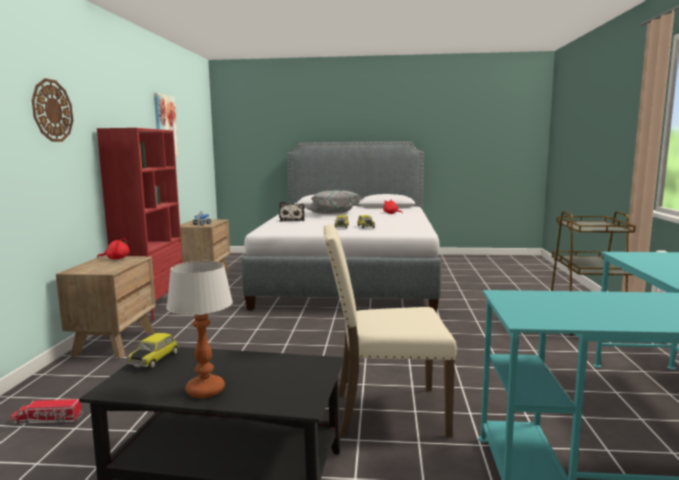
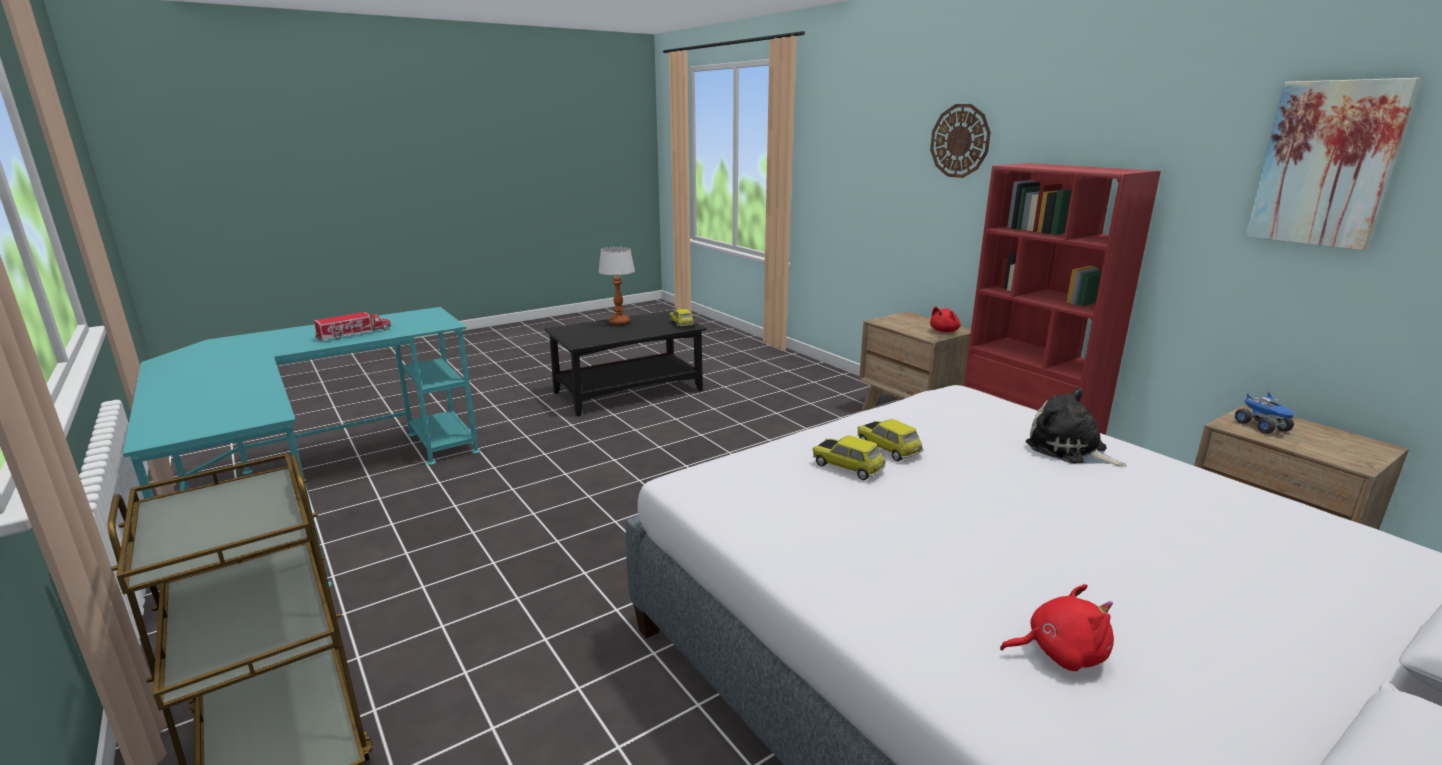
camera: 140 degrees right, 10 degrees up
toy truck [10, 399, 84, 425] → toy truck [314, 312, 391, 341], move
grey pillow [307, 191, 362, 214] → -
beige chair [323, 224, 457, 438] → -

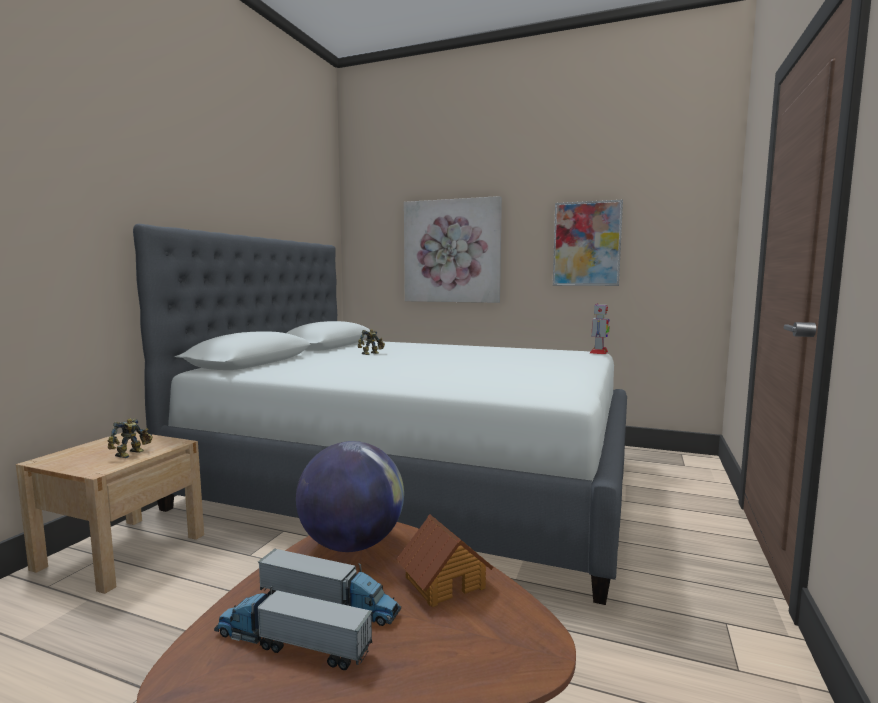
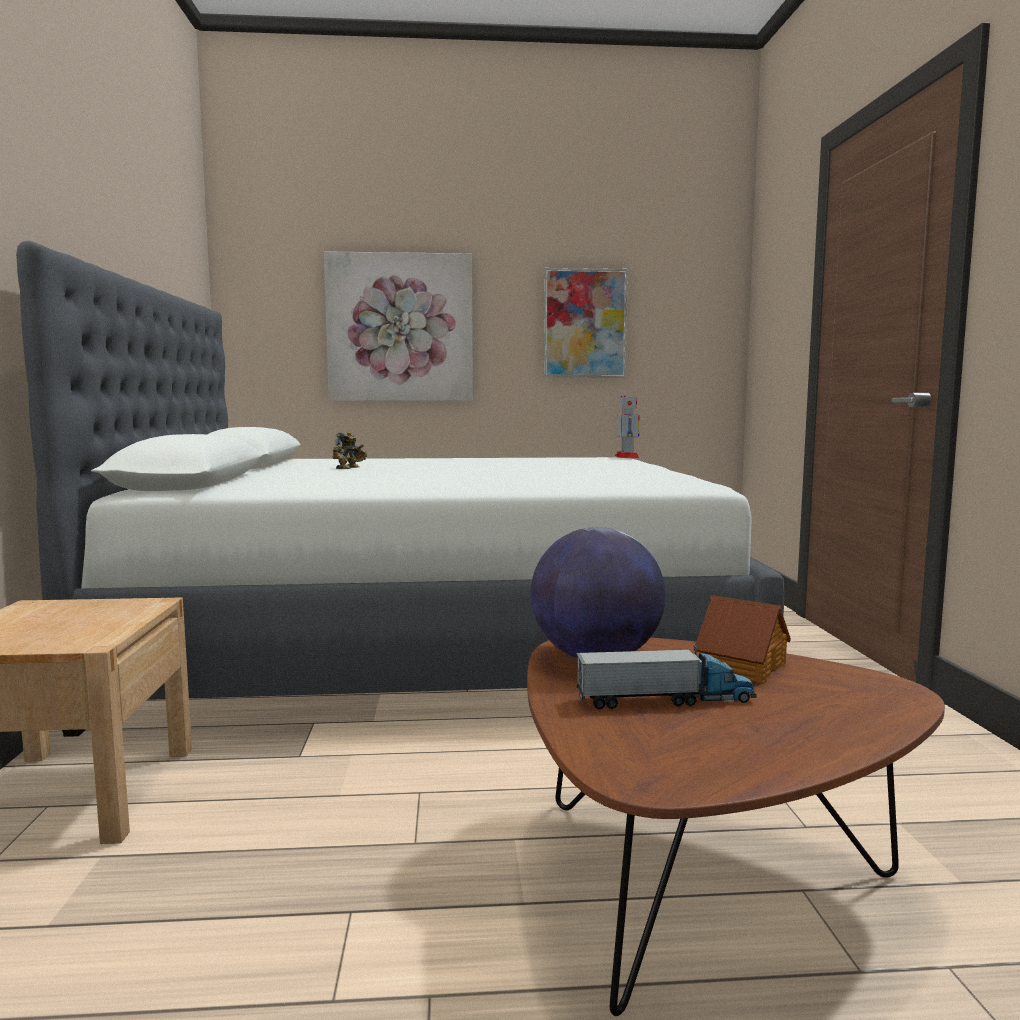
camera: 25 degrees left, 0 degrees up
toy robot [108, 418, 153, 458] → -
toy truck [214, 586, 372, 670] → -

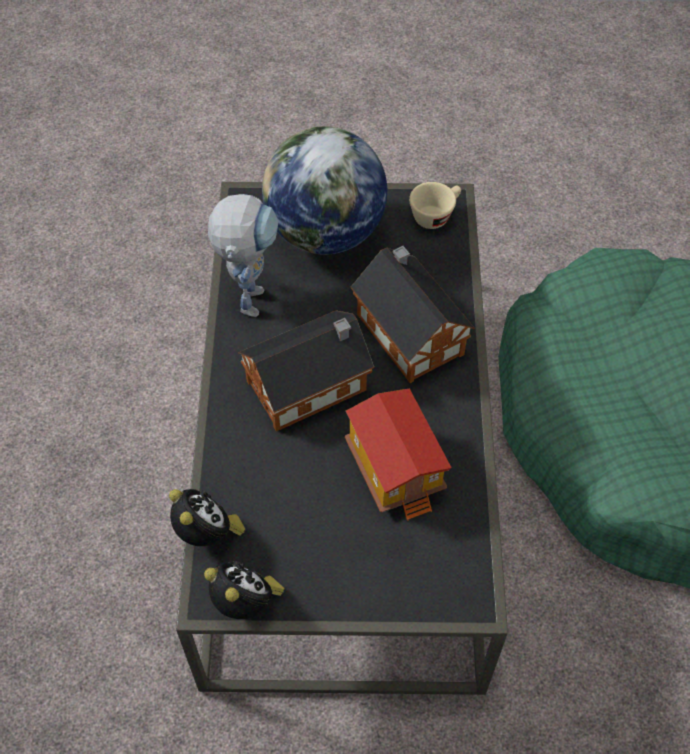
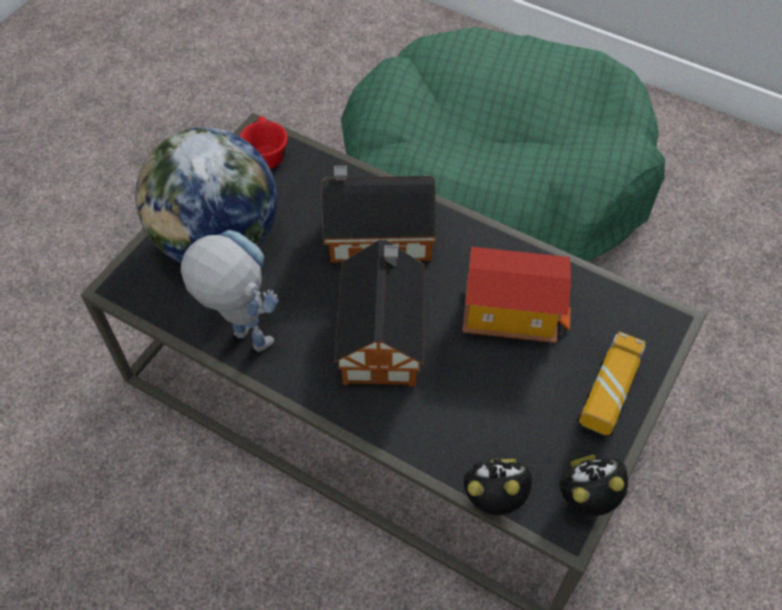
camera: 60 degrees left, 0 degrees up
beige cup [409, 182, 461, 229] → red cup [240, 116, 288, 169]
- → toy truck [577, 331, 646, 436]

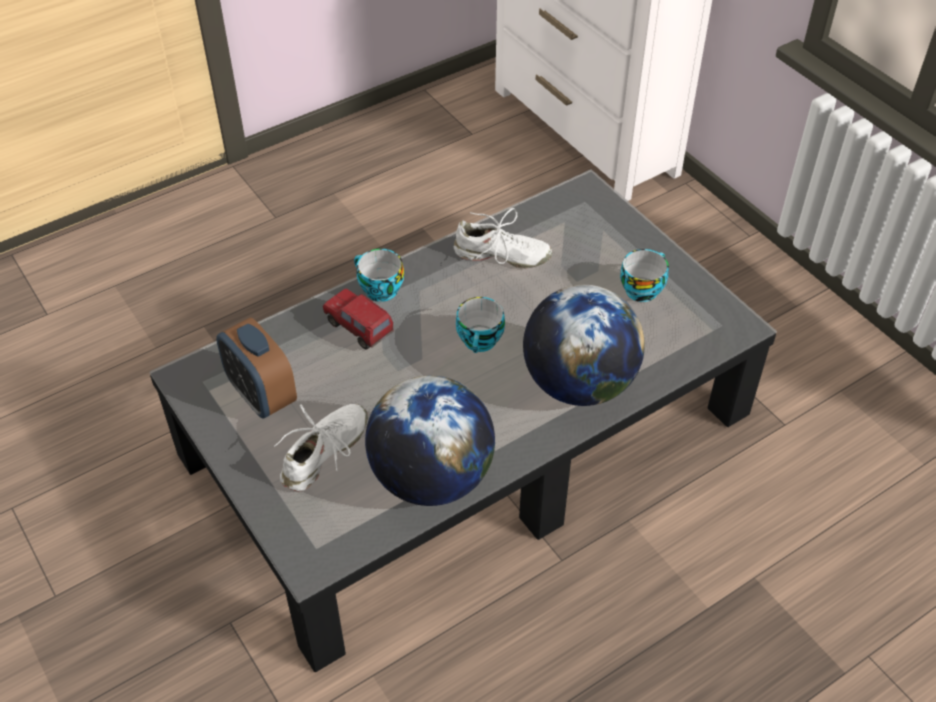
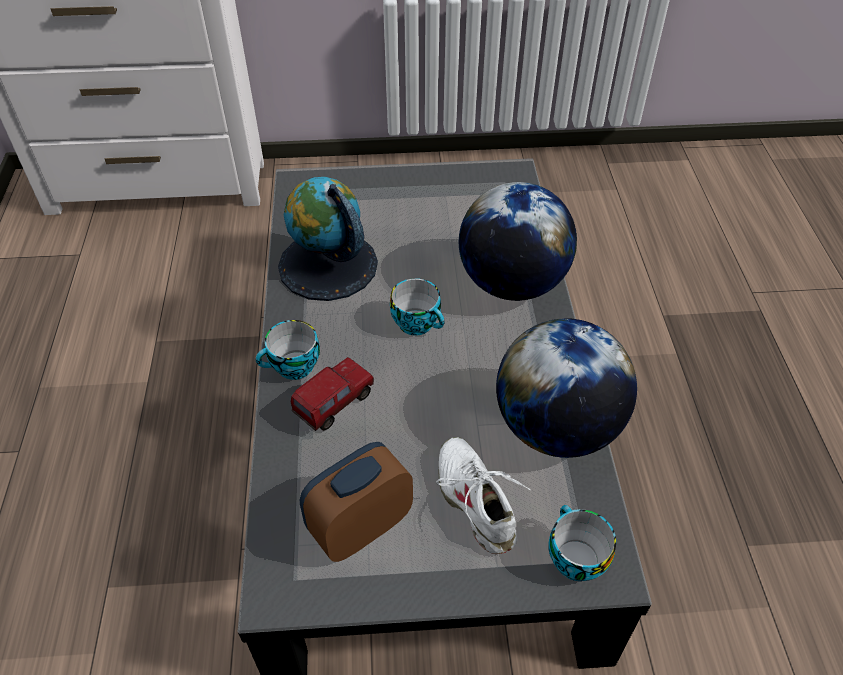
camera: 60 degrees left, 0 degrees up
white shoe [453, 208, 552, 268] → globe [278, 177, 378, 301]
toy truck [323, 288, 394, 350] → toy truck [291, 357, 374, 431], 150 degrees clockwise
alarm clock [216, 317, 297, 419] → alarm clock [300, 442, 413, 562], 150 degrees clockwise
cup [620, 249, 669, 302] → cup [548, 505, 616, 581], move

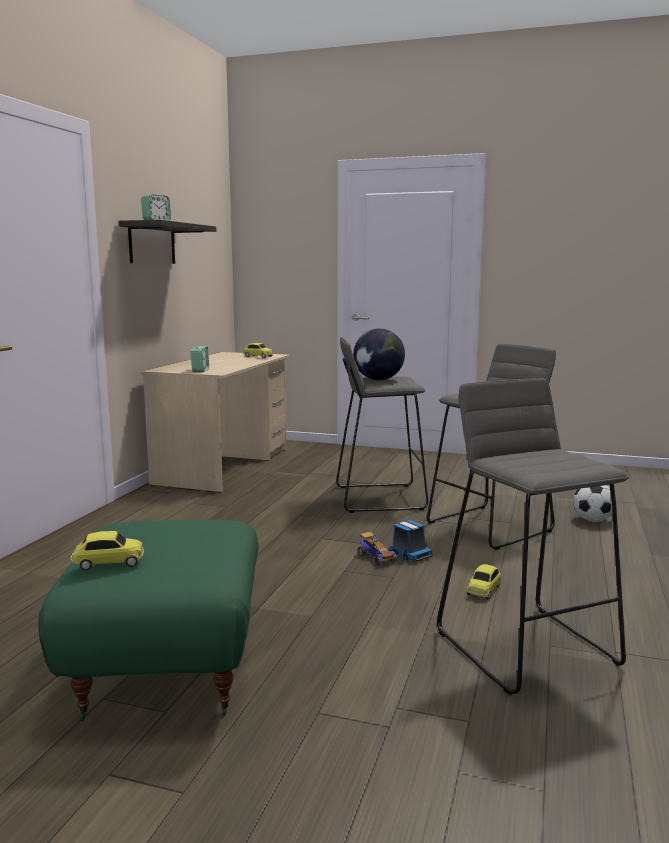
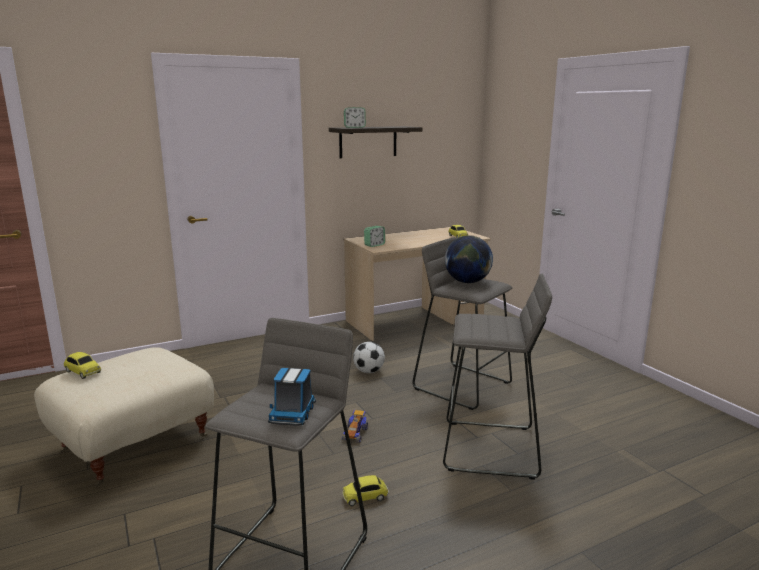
camera: 45 degrees right, 5 degrees up
green ottoman [38, 520, 258, 721] → beige ottoman [34, 347, 214, 487]
toy truck [388, 520, 433, 562] → toy truck [268, 368, 316, 426], move
football [573, 485, 613, 522] → football [353, 342, 385, 373], move

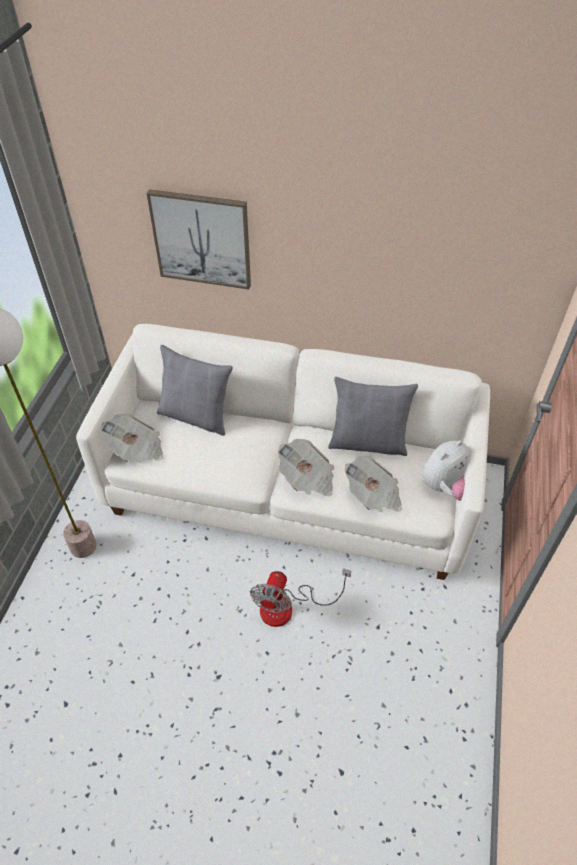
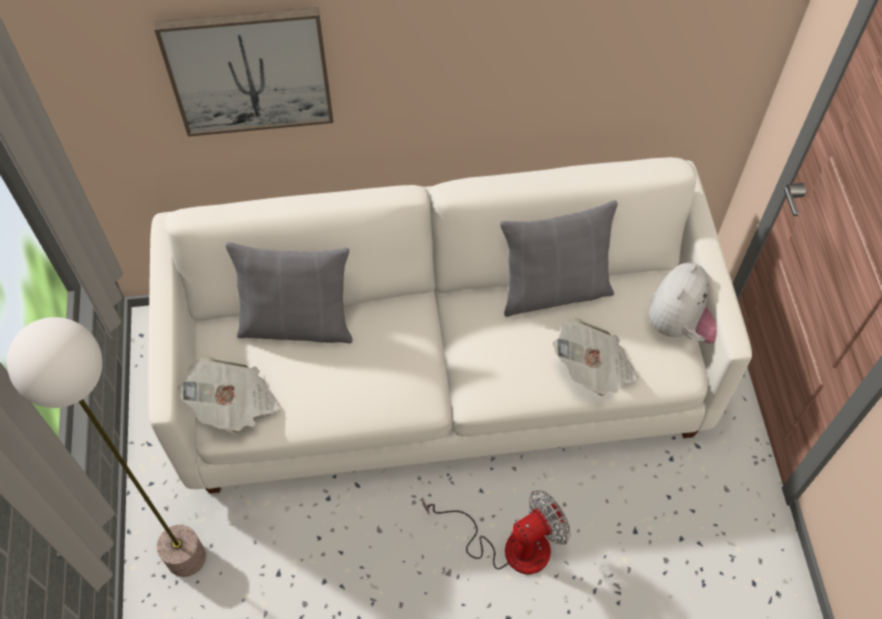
camera: 20 degrees left, 10 degrees up
fan [250, 569, 351, 627] → fan [422, 490, 570, 574], 120 degrees counterclockwise
newspaper [278, 439, 334, 497] → -

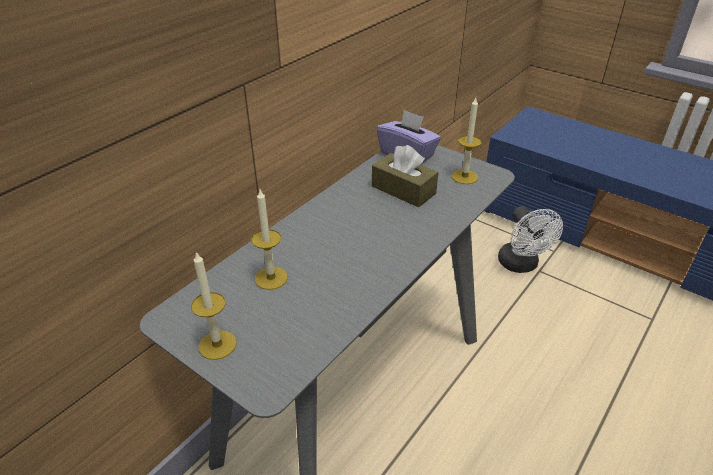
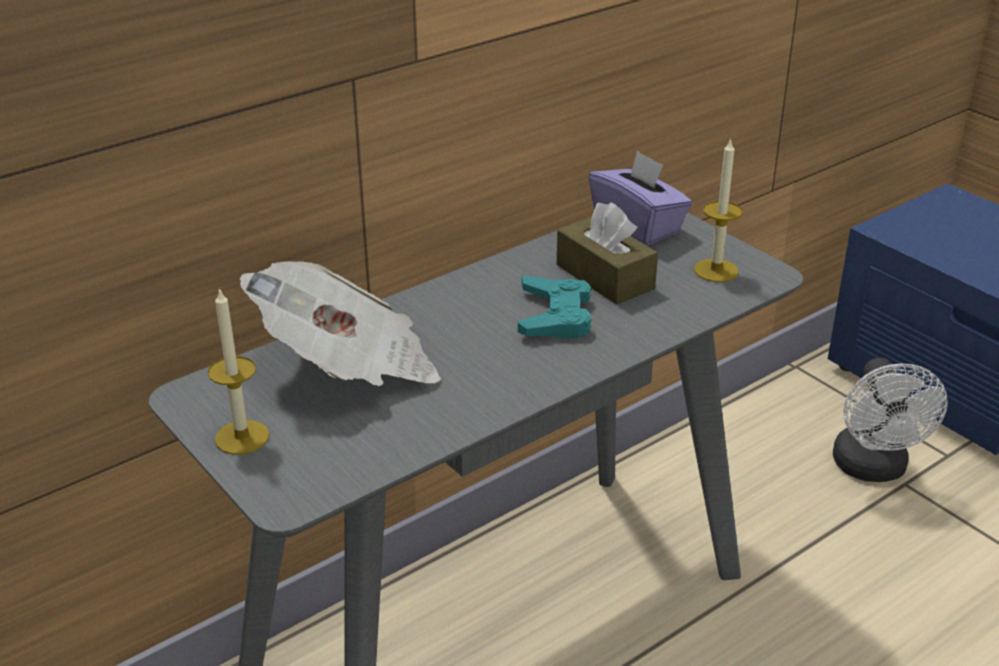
camera: 15 degrees right, 5 degrees down
candle [251, 190, 288, 290] → newspaper [240, 261, 442, 386]
- → turquoise game controller [518, 276, 591, 338]

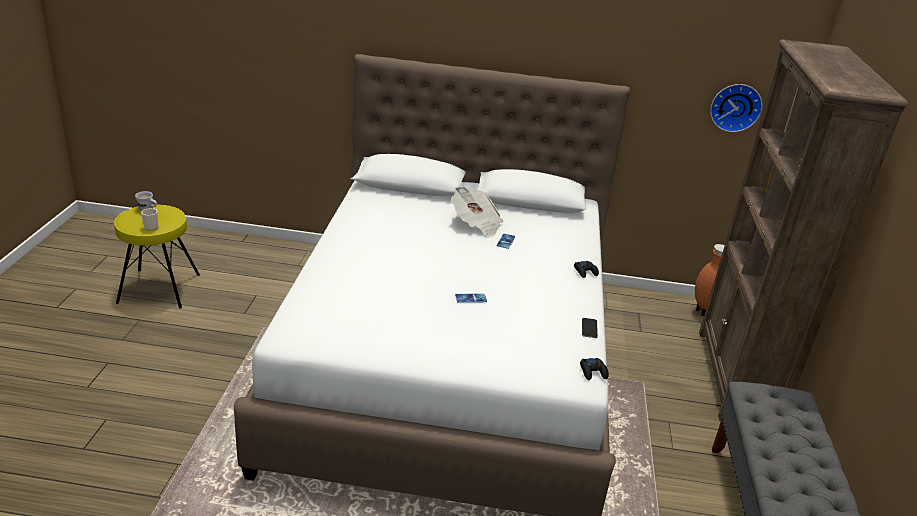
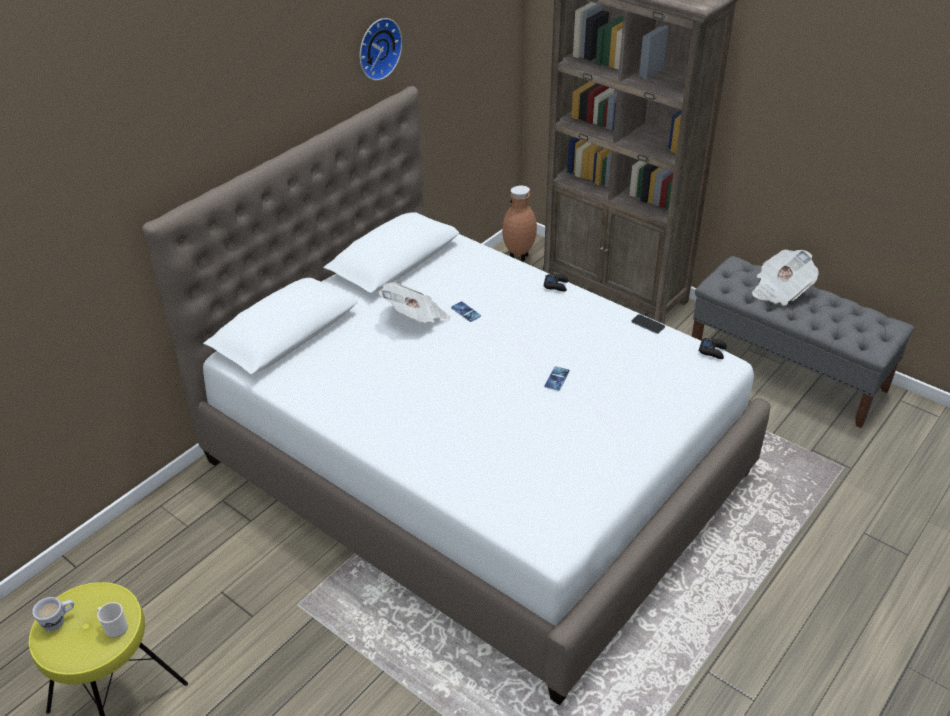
camera: 55 degrees left, 10 degrees up
wall clock [710, 84, 762, 132] → wall clock [360, 18, 402, 81], move
- → newspaper [752, 249, 819, 305]

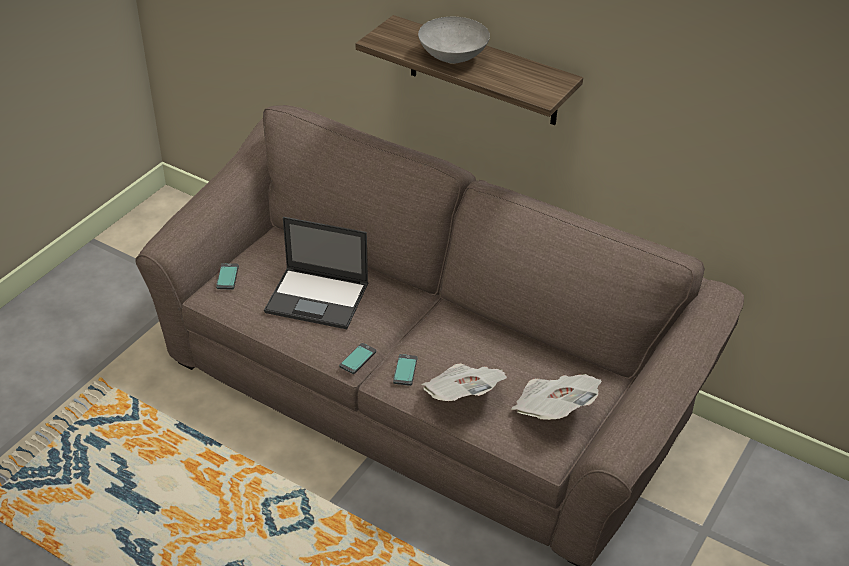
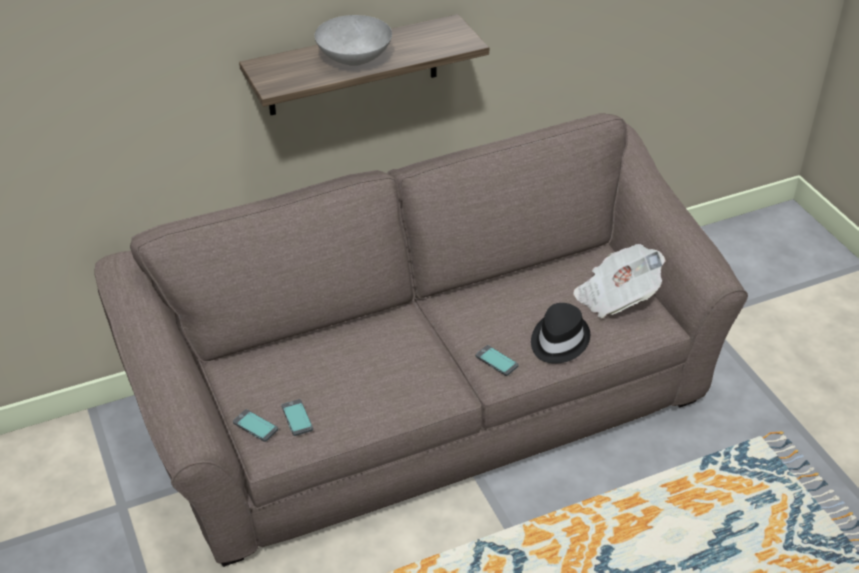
camera: 55 degrees left, 0 degrees up
phone [339, 343, 376, 374] → phone [281, 399, 313, 436], move
newspaper [421, 363, 507, 401] → black hat [531, 303, 590, 364]
laptop [264, 217, 368, 329] → -

